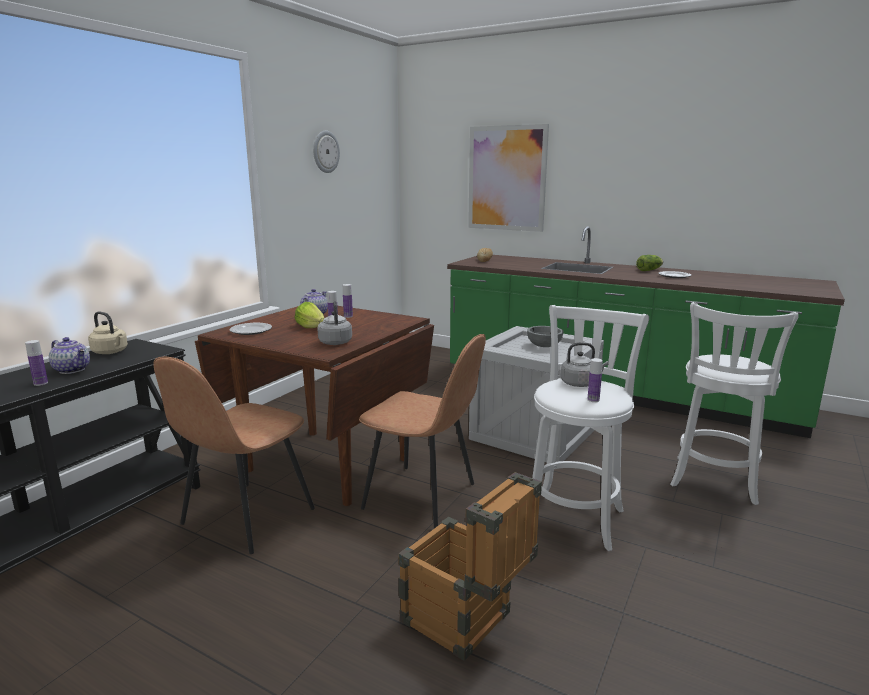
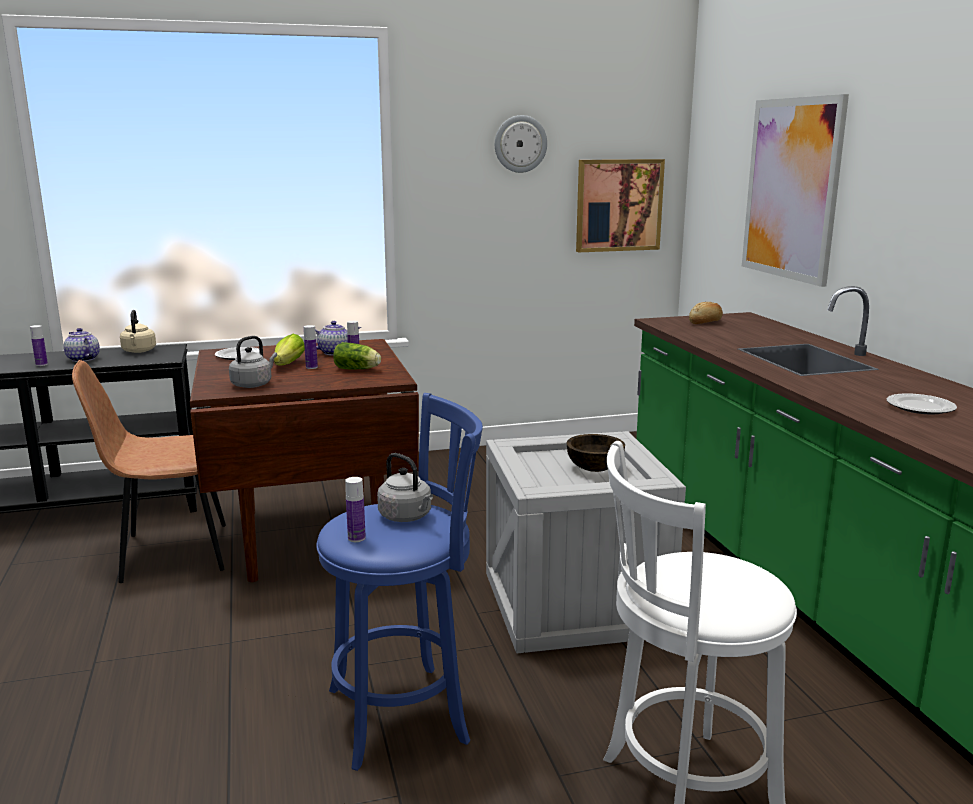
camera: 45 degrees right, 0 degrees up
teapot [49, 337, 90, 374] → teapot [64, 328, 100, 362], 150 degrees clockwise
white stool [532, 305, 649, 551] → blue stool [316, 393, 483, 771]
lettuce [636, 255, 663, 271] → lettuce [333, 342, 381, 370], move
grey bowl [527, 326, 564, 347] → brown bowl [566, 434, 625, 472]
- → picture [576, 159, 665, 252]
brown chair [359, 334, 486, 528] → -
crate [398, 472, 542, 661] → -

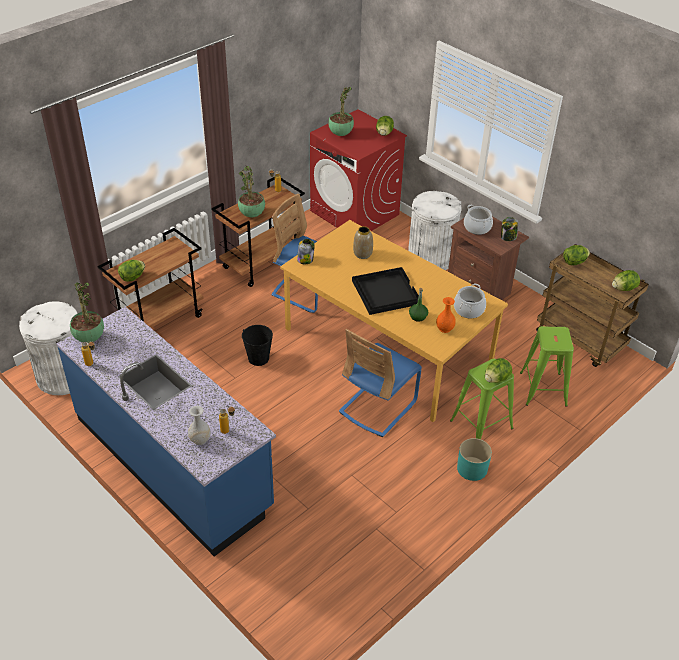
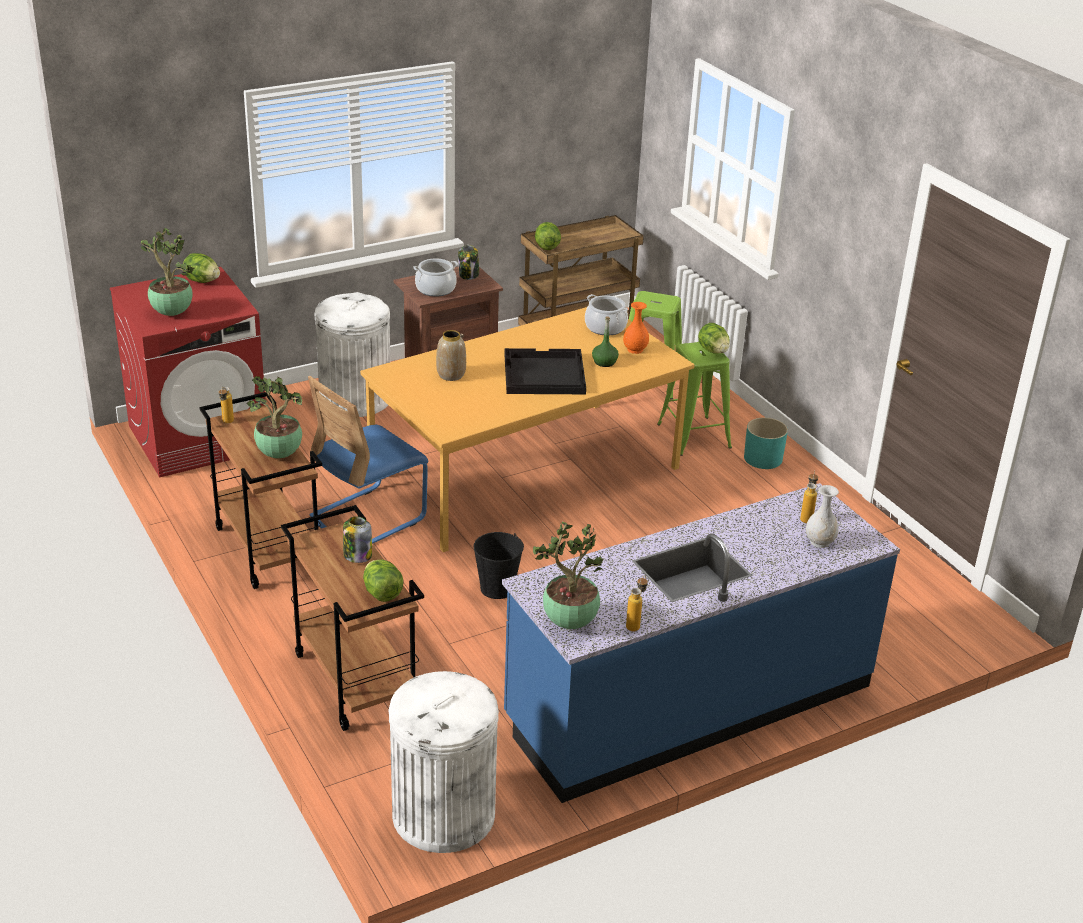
camera: 75 degrees left, 10 degrees down
jar [297, 239, 315, 264] → jar [343, 516, 372, 563], move
blue chair [339, 329, 422, 437] → -
lettuce [612, 270, 640, 291] → -

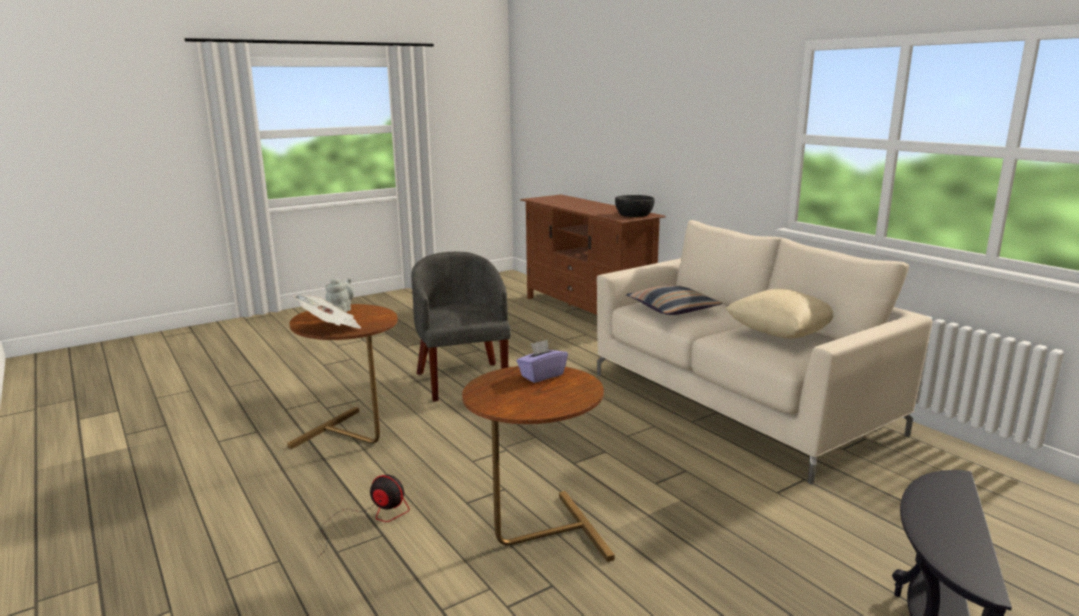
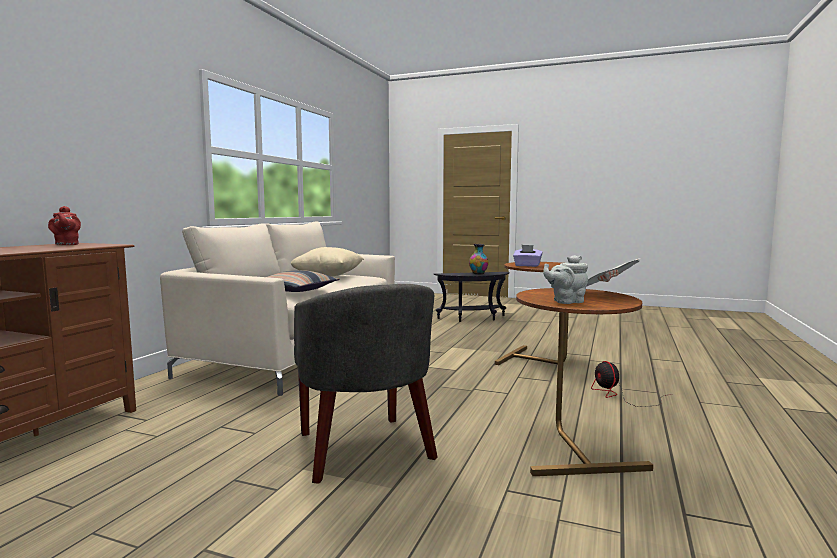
camera: 125 degrees left, 10 degrees down
black bowl [615, 195, 655, 217] → red teapot [48, 206, 81, 245]
grey armchair [412, 252, 511, 402] → grey armchair [294, 284, 437, 484], 60 degrees counterclockwise
- → vase [469, 244, 489, 274]

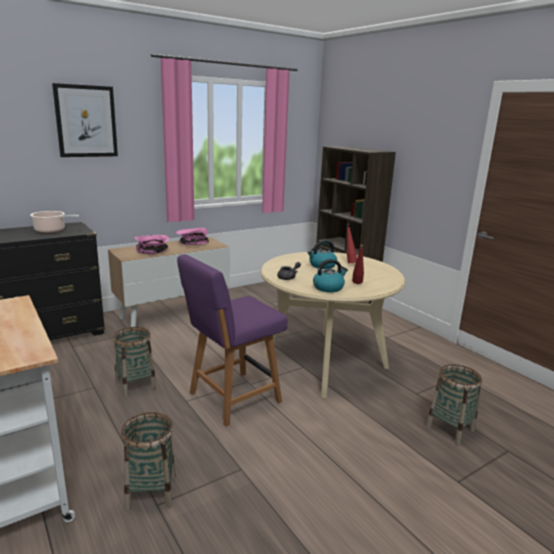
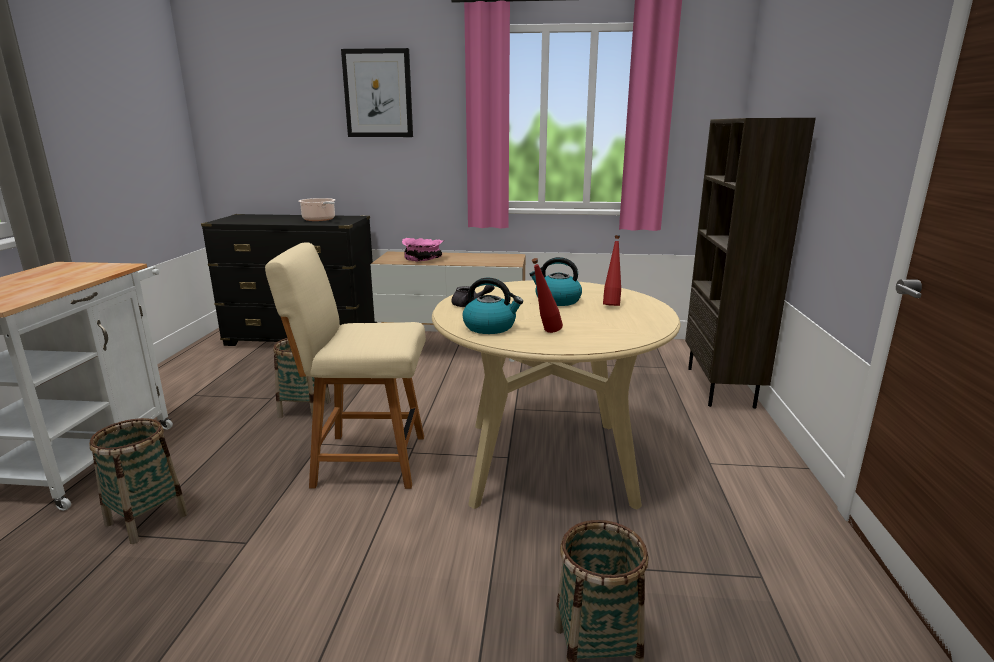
camera: 40 degrees right, 0 degrees up
purple chair [177, 254, 288, 427] → beige chair [265, 243, 426, 489]
pink bowl [176, 228, 209, 245] → -

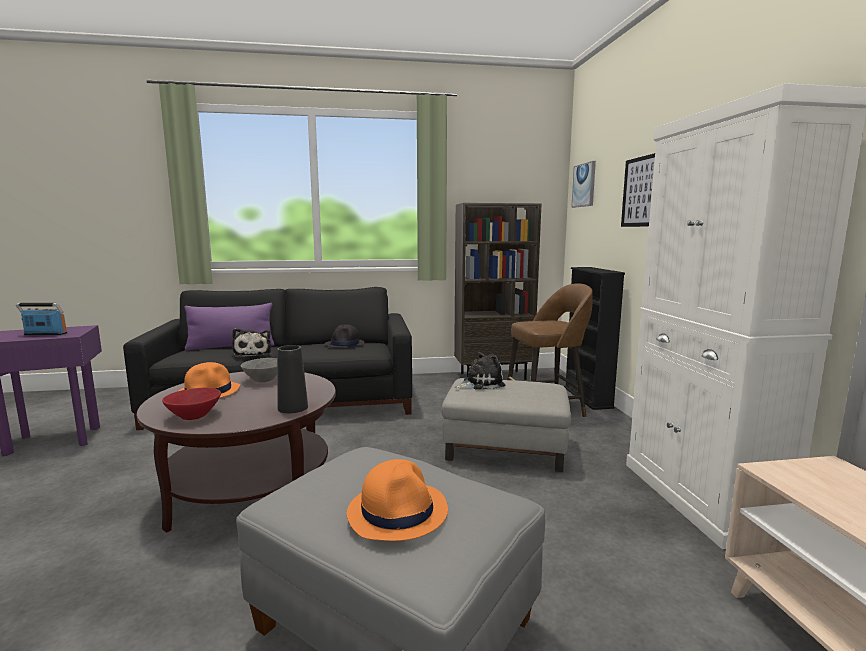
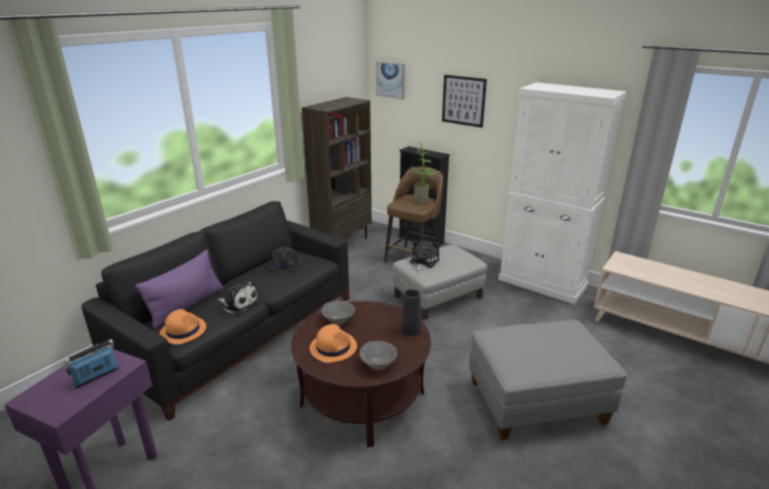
camera: 45 degrees left, 15 degrees up
orange hat [347, 459, 448, 541] → orange hat [160, 309, 206, 345], move
red bowl [162, 388, 221, 420] → grey bowl [360, 341, 397, 370]
- → potted plant [411, 142, 439, 204]

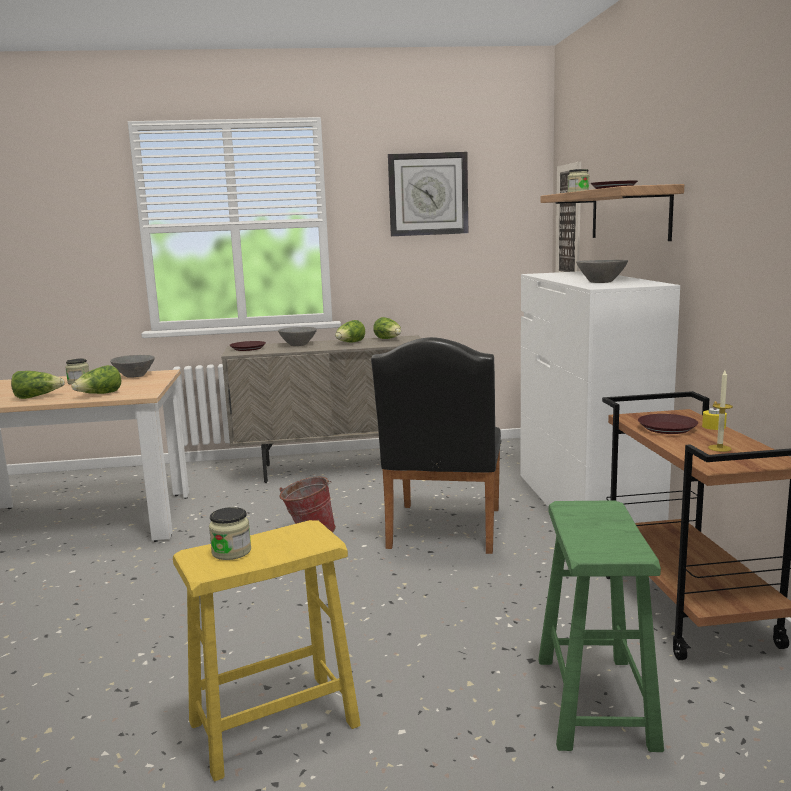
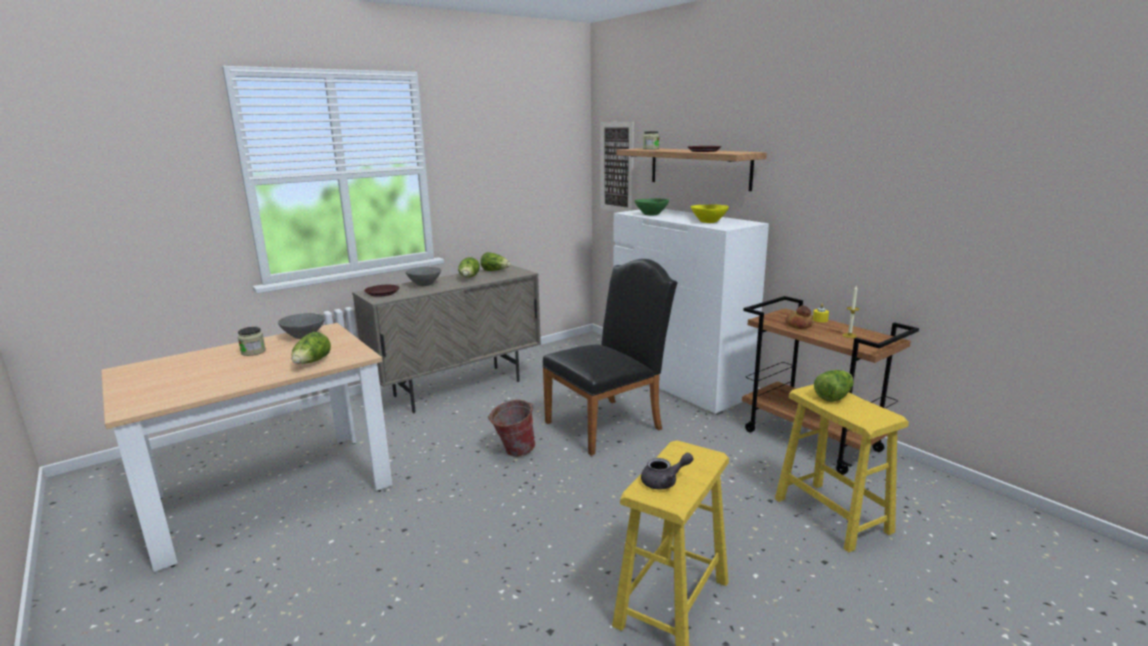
camera: 30 degrees left, 5 degrees up
black chair [371, 337, 502, 554] → black chair [542, 259, 678, 456], 105 degrees counterclockwise
- → green bowl [634, 198, 669, 215]
jar [209, 507, 251, 560] → grey teapot [641, 453, 693, 490]
grey bowl [576, 260, 628, 283] → yellow bowl [691, 205, 729, 223]
green stool [538, 500, 664, 752] → yellow stool [775, 384, 909, 552]
brown plate [638, 414, 698, 434] → bread [786, 305, 814, 329]
lettuce [11, 371, 65, 399] → lettuce [814, 370, 854, 402], move
wall clock [388, 152, 468, 236] → -

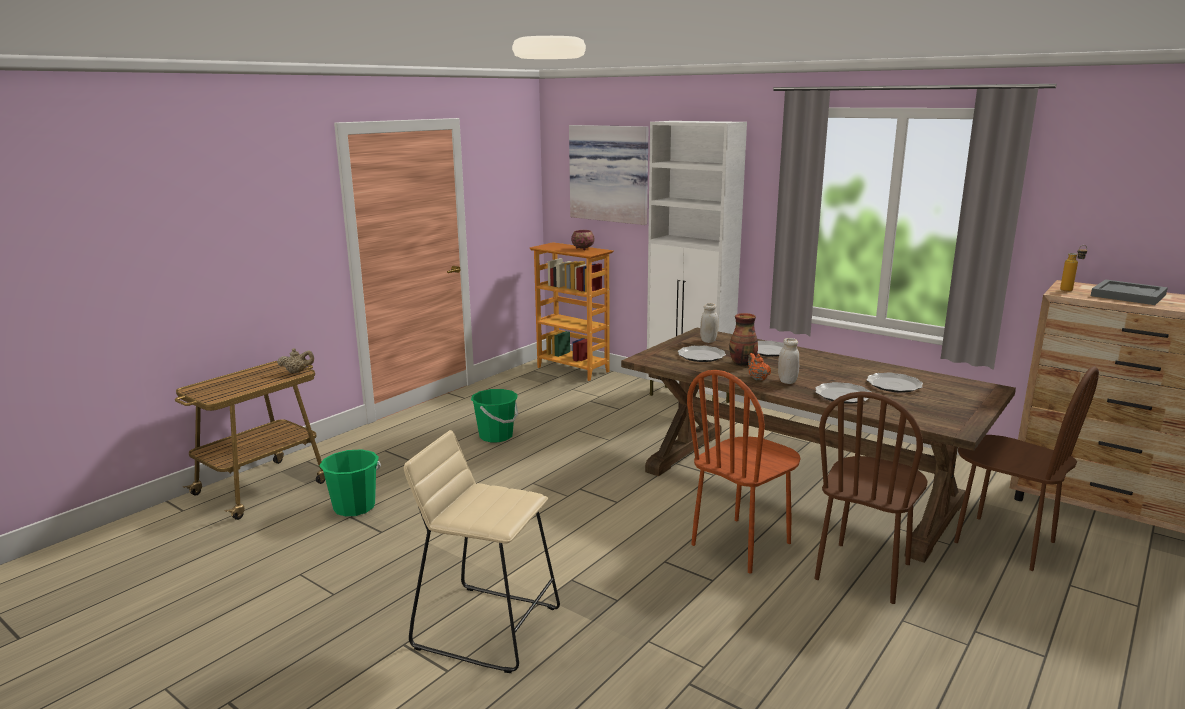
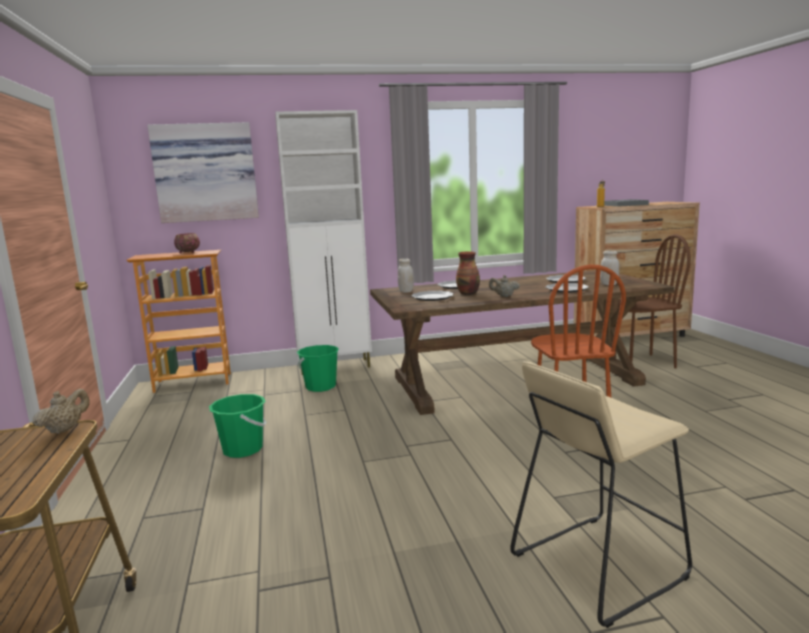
camera: 50 degrees left, 5 degrees down
green bucket [320, 449, 381, 517] → green bucket [297, 345, 339, 392], move
orange teapot [748, 353, 771, 380] → beige teapot [489, 275, 520, 297]
white jar [778, 338, 799, 384] → white jar [600, 251, 619, 285], move
brown chair [815, 391, 927, 604] → -

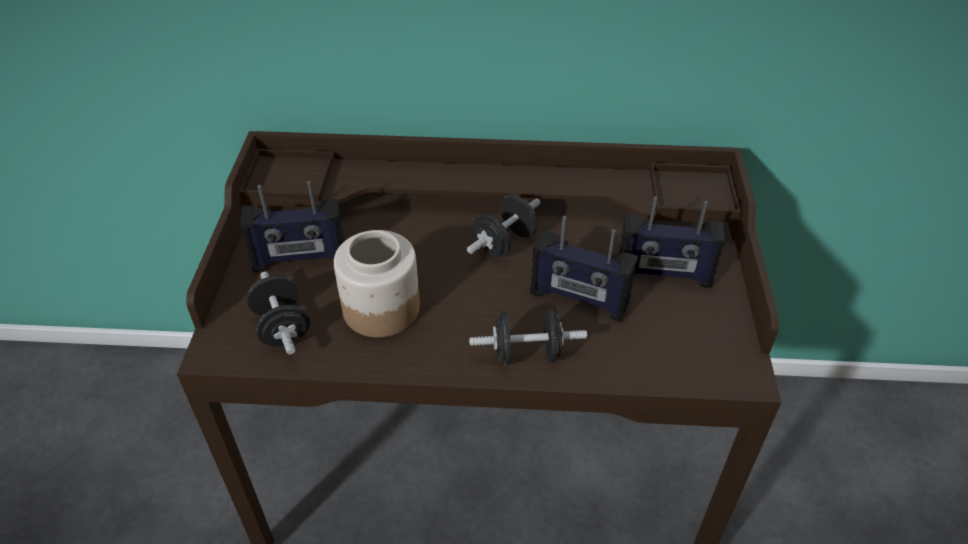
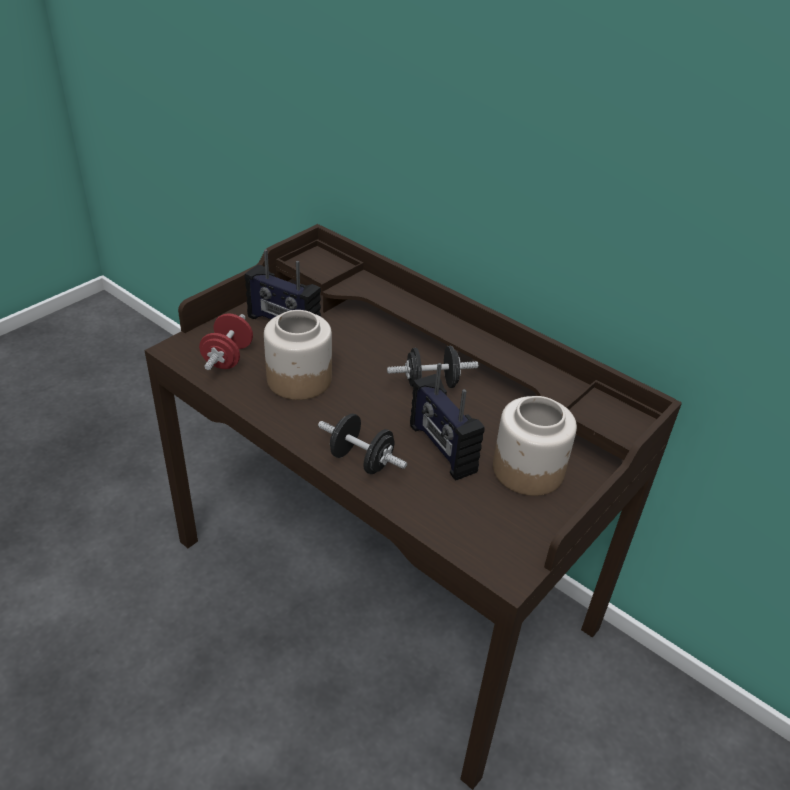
camera: 35 degrees right, 5 degrees down
black dumbbell [247, 272, 310, 355] → red dumbbell [199, 313, 253, 370]
radio [618, 196, 725, 288] → jar [493, 396, 577, 496]

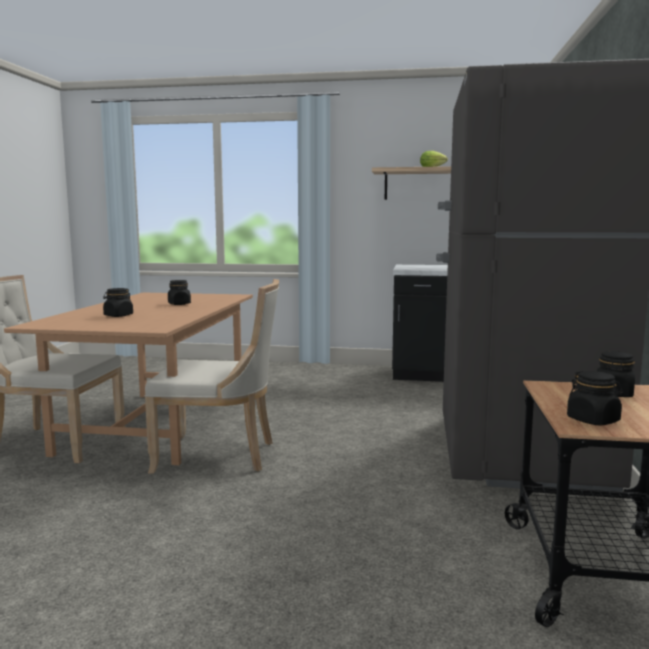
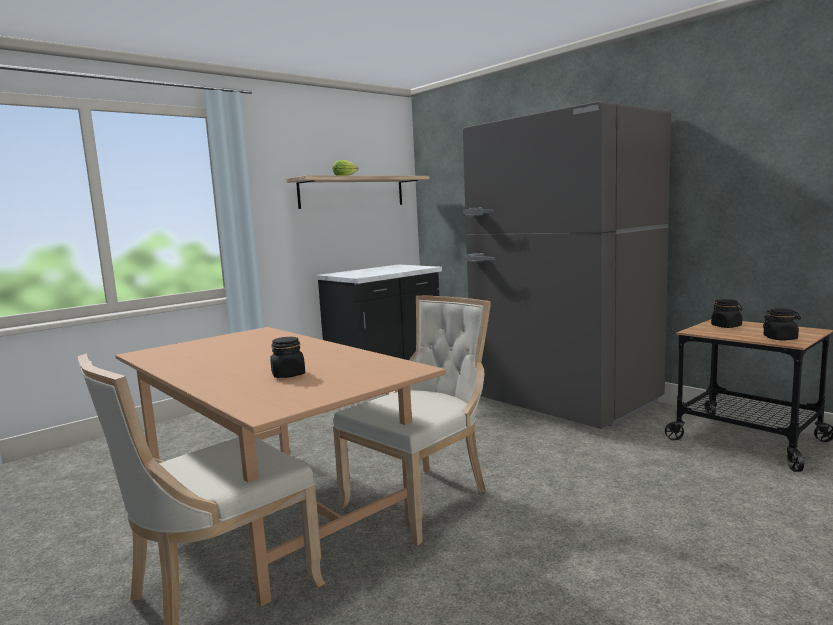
camera: 50 degrees left, 0 degrees up
black jar [168, 280, 191, 305] → -

